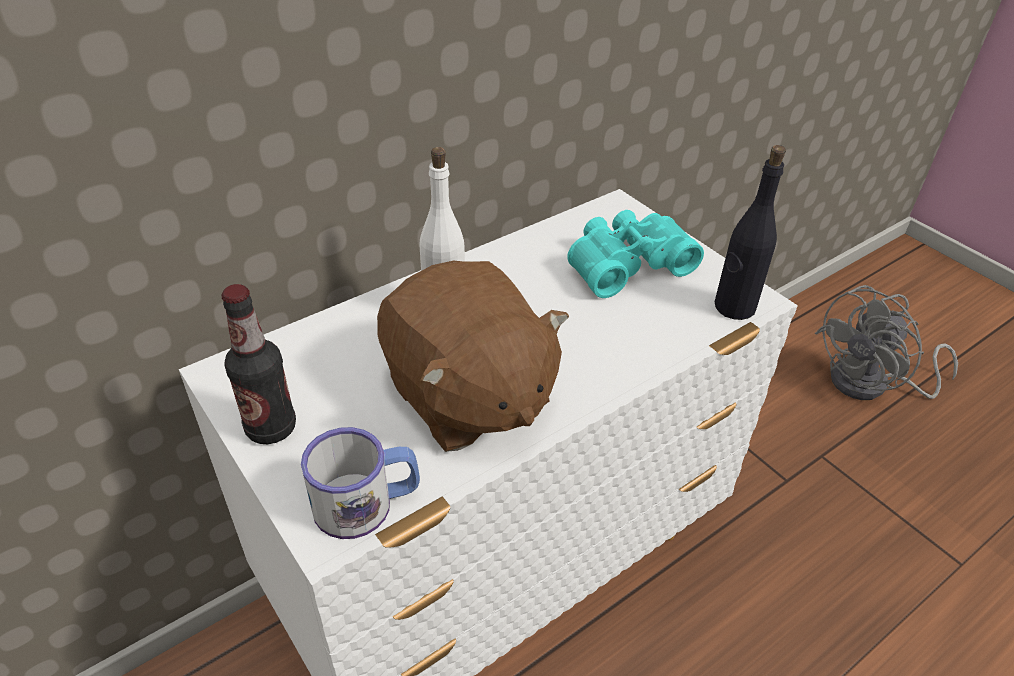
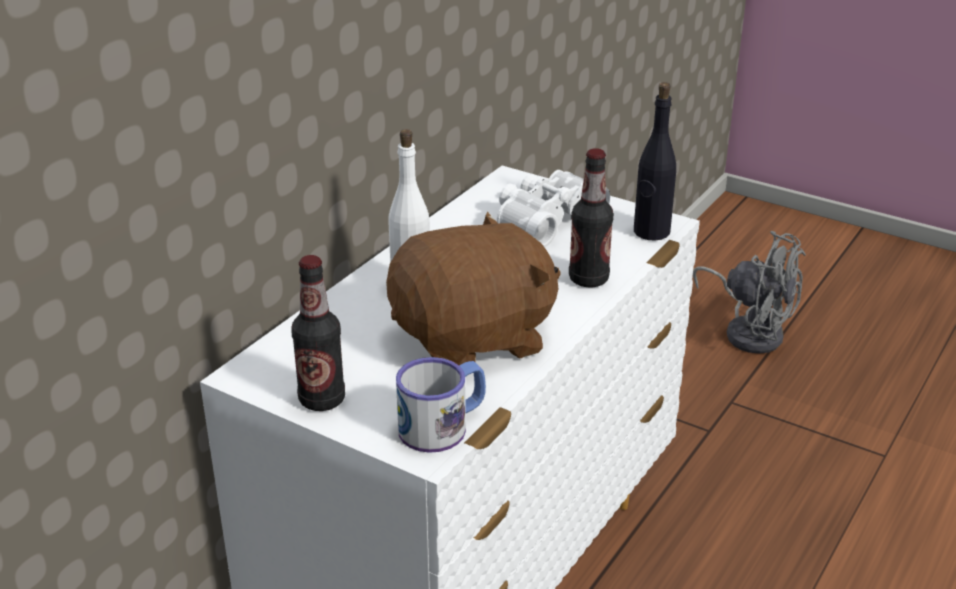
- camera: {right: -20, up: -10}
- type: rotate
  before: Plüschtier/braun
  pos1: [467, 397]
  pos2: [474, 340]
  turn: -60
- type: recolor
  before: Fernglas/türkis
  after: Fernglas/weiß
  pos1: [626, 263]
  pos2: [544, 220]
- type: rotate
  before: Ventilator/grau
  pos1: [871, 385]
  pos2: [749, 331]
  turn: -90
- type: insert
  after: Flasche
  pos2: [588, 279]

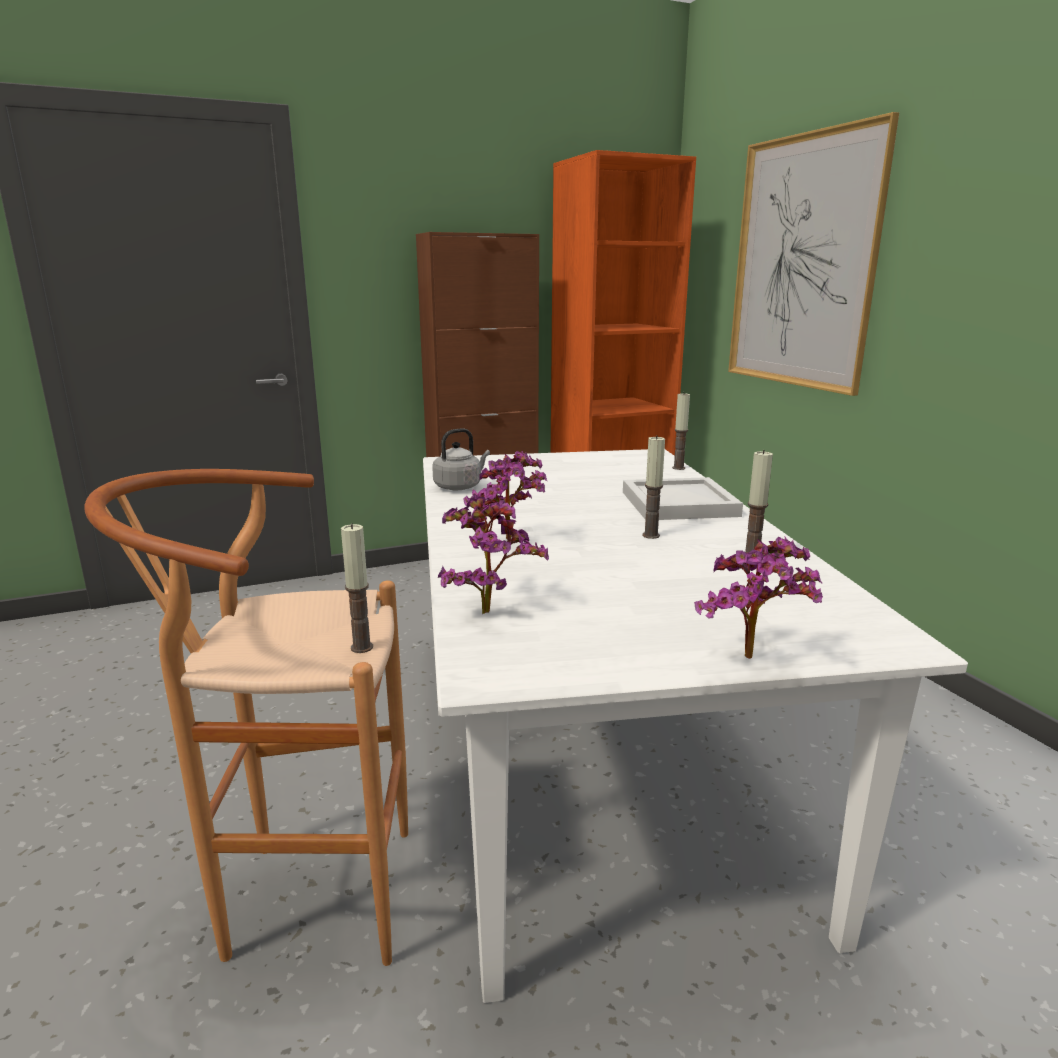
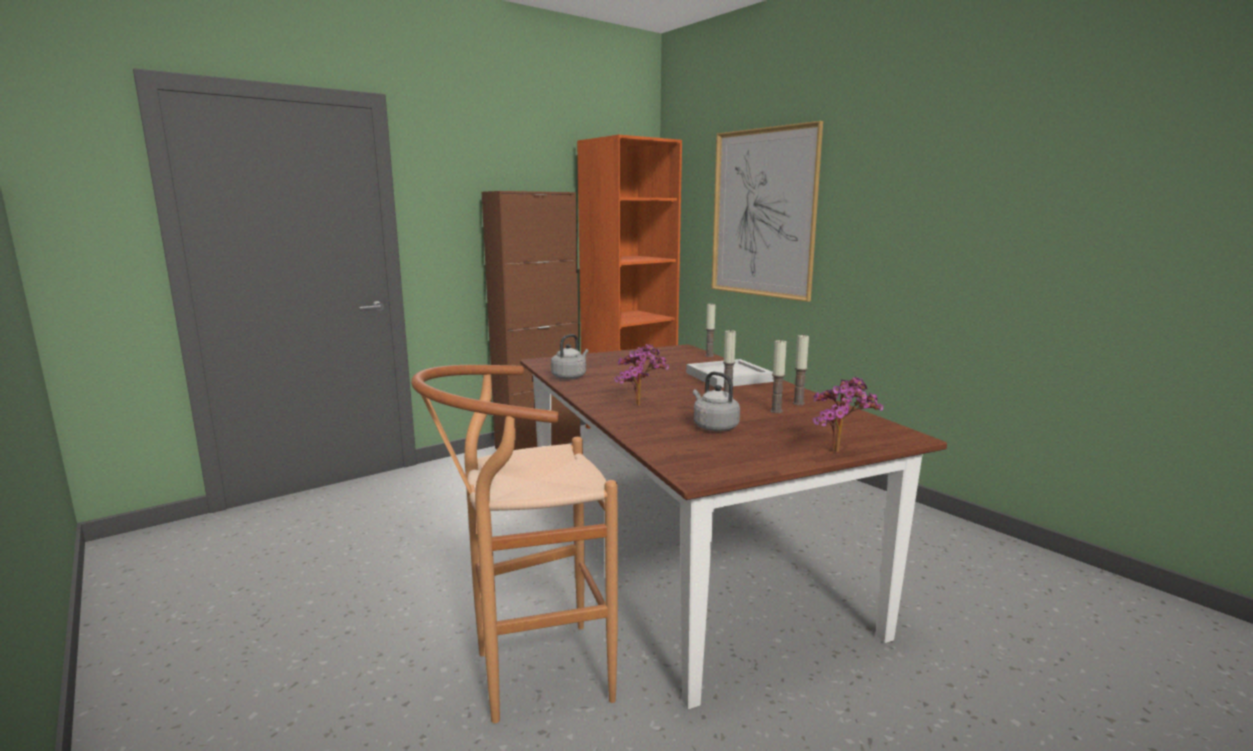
- camera: {right: -15, up: -5}
- type: move
  before: Kerze
  pos1: [361, 647]
  pos2: [776, 411]
- type: recolor
  before: Esstisch/weiß
  after: Esstisch/braun
  pos1: [593, 751]
  pos2: [685, 558]
- type: delete
  before: Topfpflanze
  pos1: [487, 609]
- type: insert
  after: Wasserkessel/grau
  pos2: [713, 427]

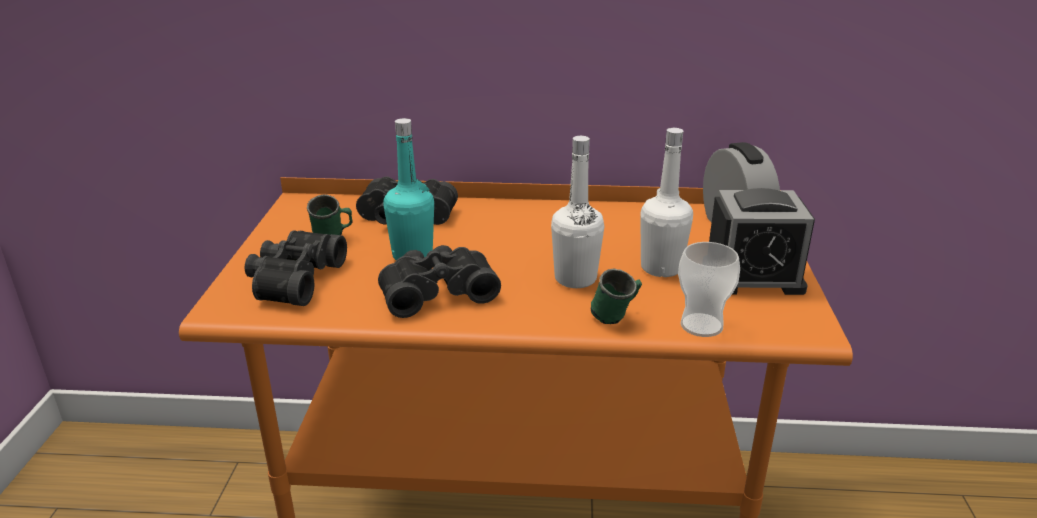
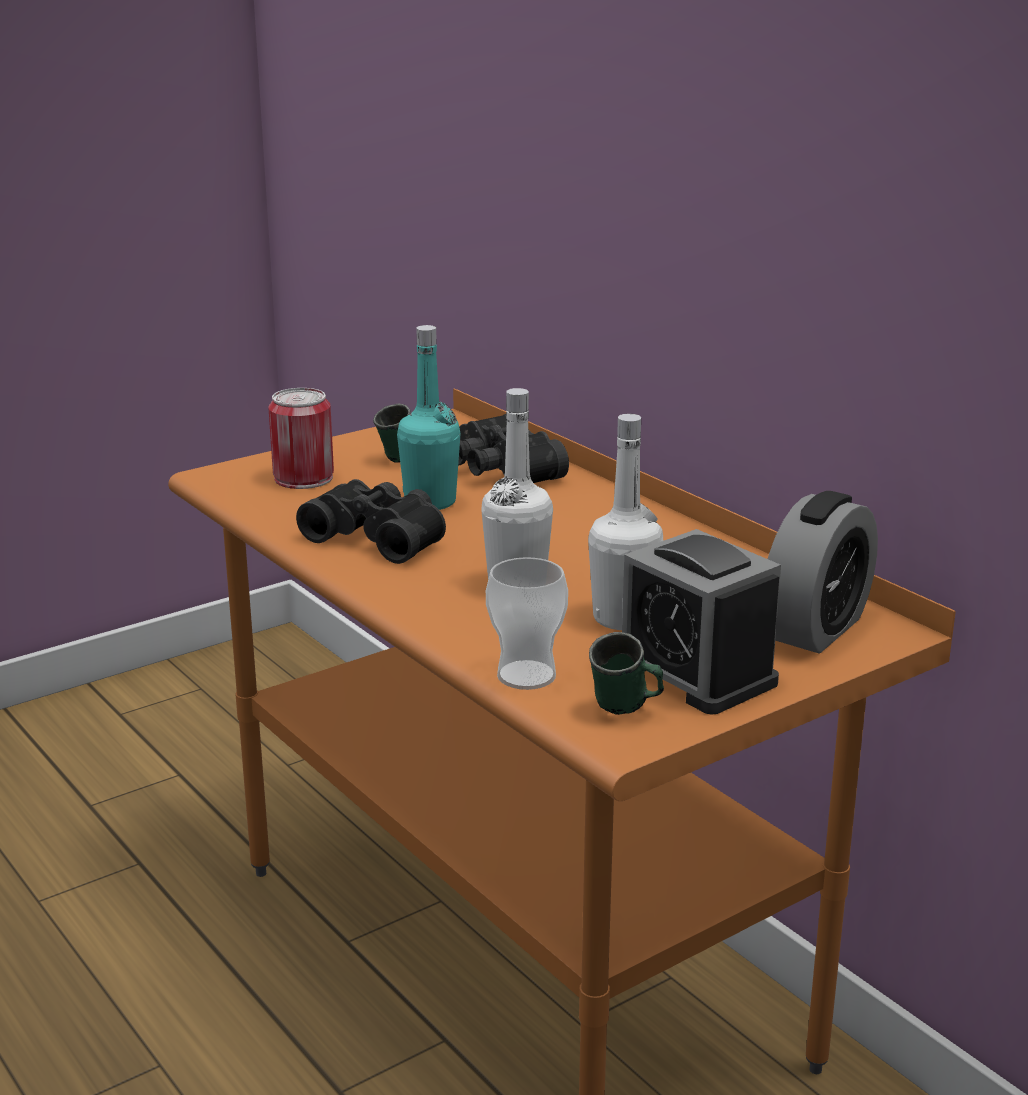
- camera: {right: 50, up: -5}
- type: replace
  before: Fernglas/schwarz
  after: Dose
  pos1: [293, 279]
  pos2: [303, 478]
- type: move
  before: Henkelbecher/grün
  pos1: [616, 318]
  pos2: [626, 710]

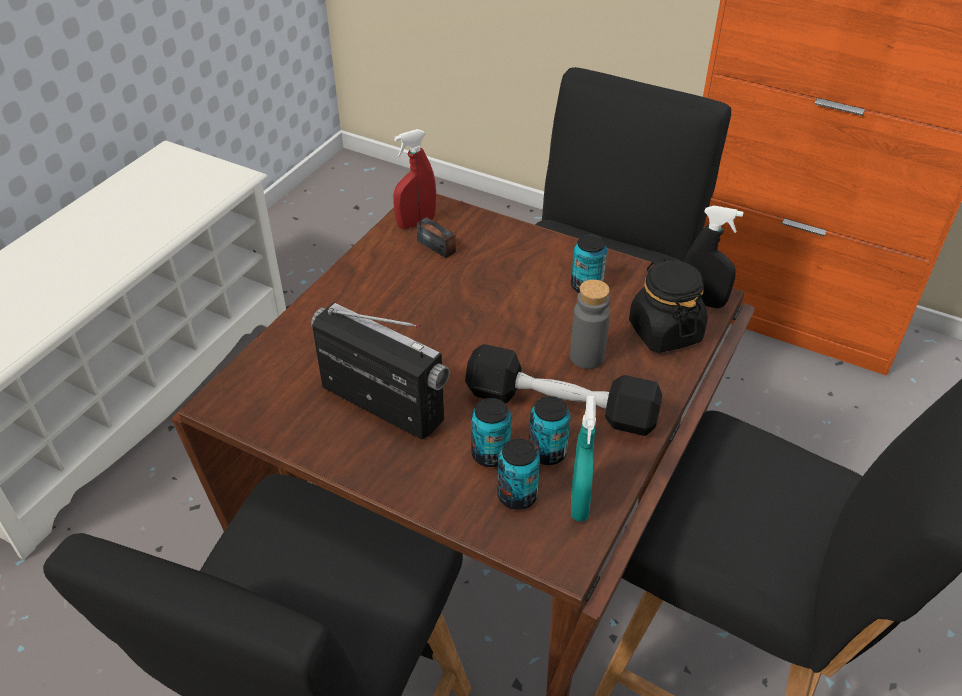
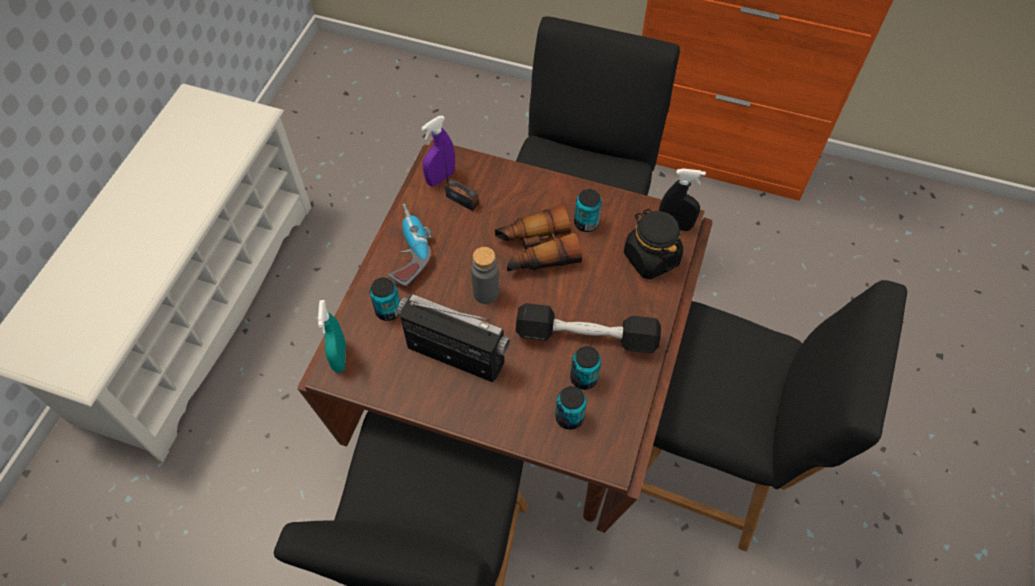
- camera: {right: -10, up: 15}
- type: recolor
  before: Sprühflasche/rot
  after: Sprühflasche/lila
  pos1: [416, 223]
  pos2: [440, 178]
- type: move
  before: Dose
  pos1: [490, 454]
  pos2: [388, 310]
- type: move
  before: Flasche/grau
  pos1: [587, 357]
  pos2: [486, 293]
- type: move
  before: Sprühflasche/türkis
  pos1: [579, 502]
  pos2: [339, 357]
- type: insert
  after: Bohrmaschine
  pos2: [407, 250]
- type: insert
  after: Fernglas
  pos2: [536, 250]

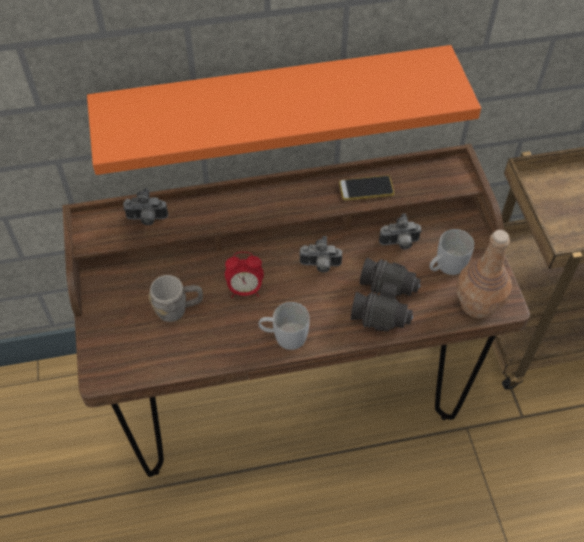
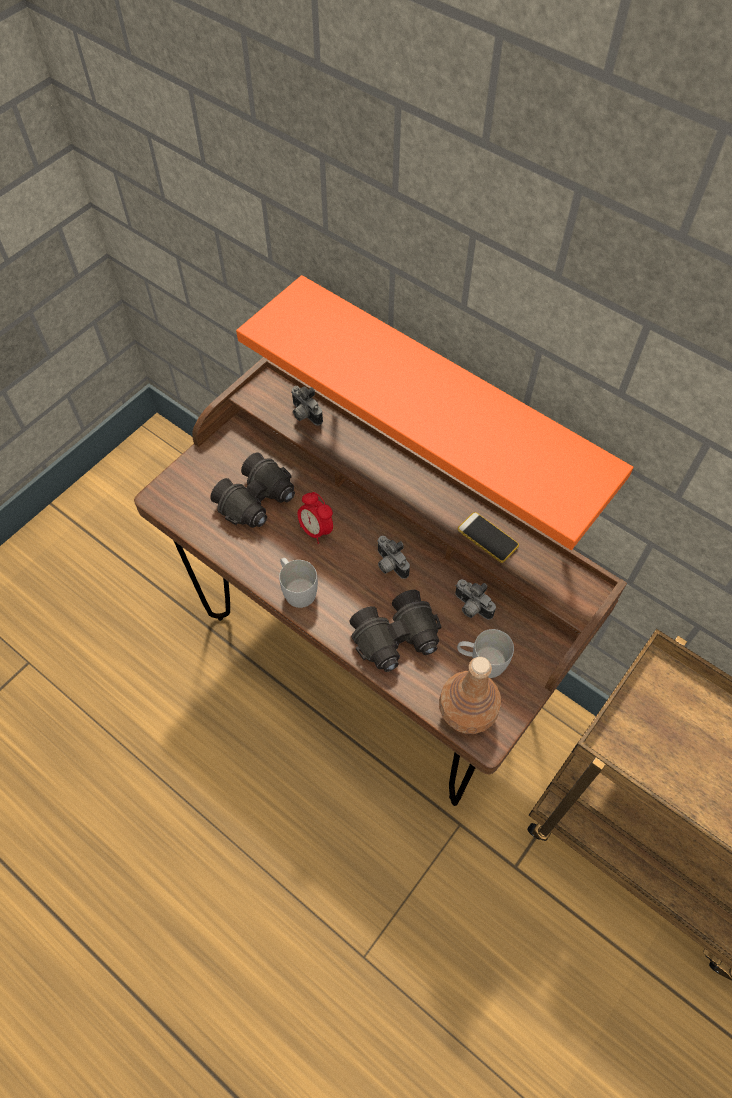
- camera: {right: 50, up: 5}
- type: replace
  before: Henkelbecher/grau
  after: Fernglas/schwarz
  pos1: [178, 309]
  pos2: [257, 501]

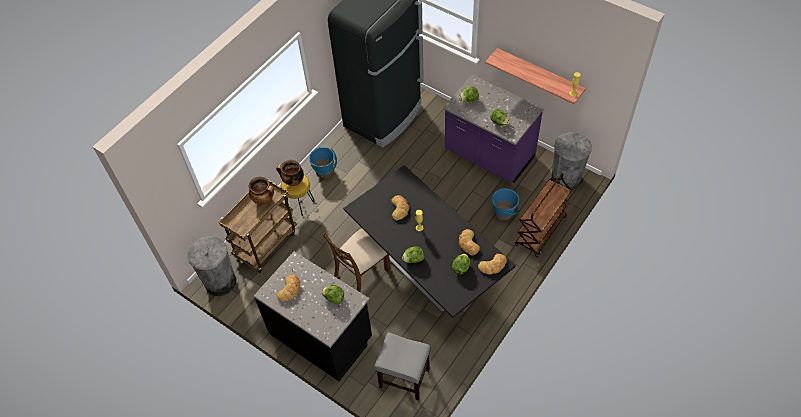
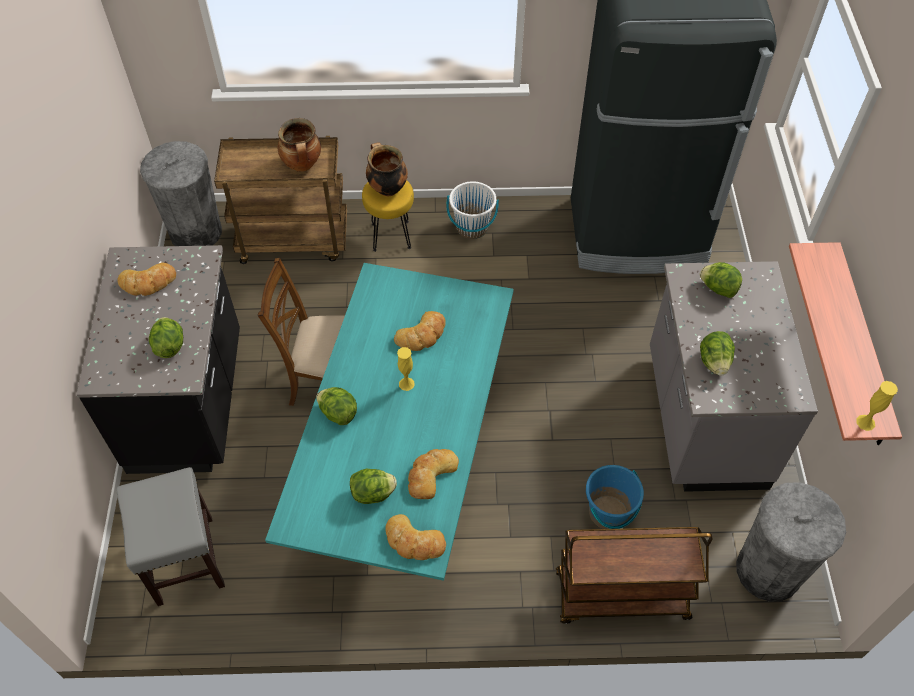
- camera: {right: 50, up: 0}
- type: recolor
  before: Eimer/blau
  after: Eimer/weiß
  pos1: [324, 171]
  pos2: [472, 227]
- type: recolor
  before: Esstisch/schwarz
  after: Esstisch/türkis
  pos1: [427, 270]
  pos2: [405, 469]
- type: recolor
  before: Küchenzeile/lila
  after: Küchenzeile/grau
  pos1: [489, 155]
  pos2: [703, 418]

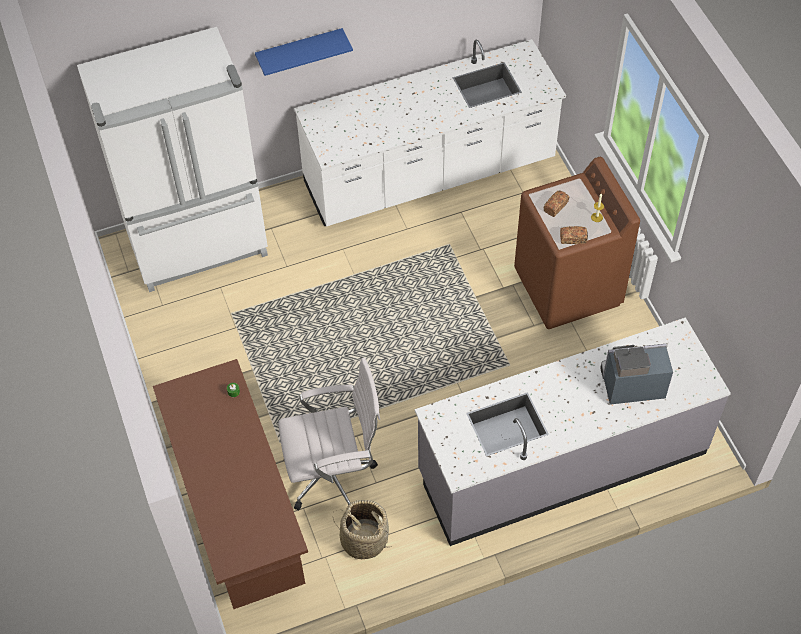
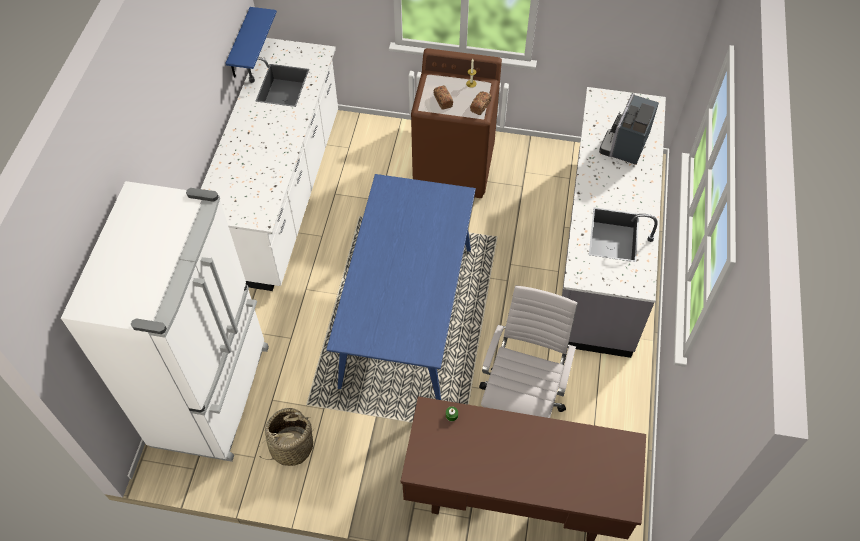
- camera: {right: -60, up: 0}
- type: move
  before: Wandregal/blau
  pos1: [300, 51]
  pos2: [240, 45]
- type: move
  before: Korb
  pos1: [364, 539]
  pos2: [291, 446]
- type: insert
  after: Esstisch/blau
  pos2: [407, 316]

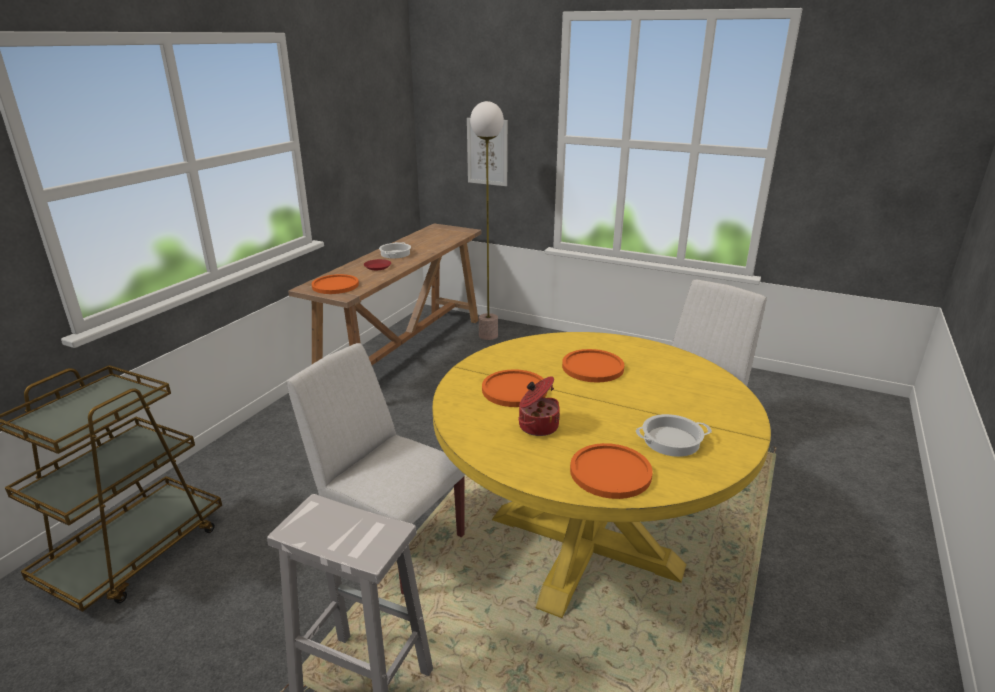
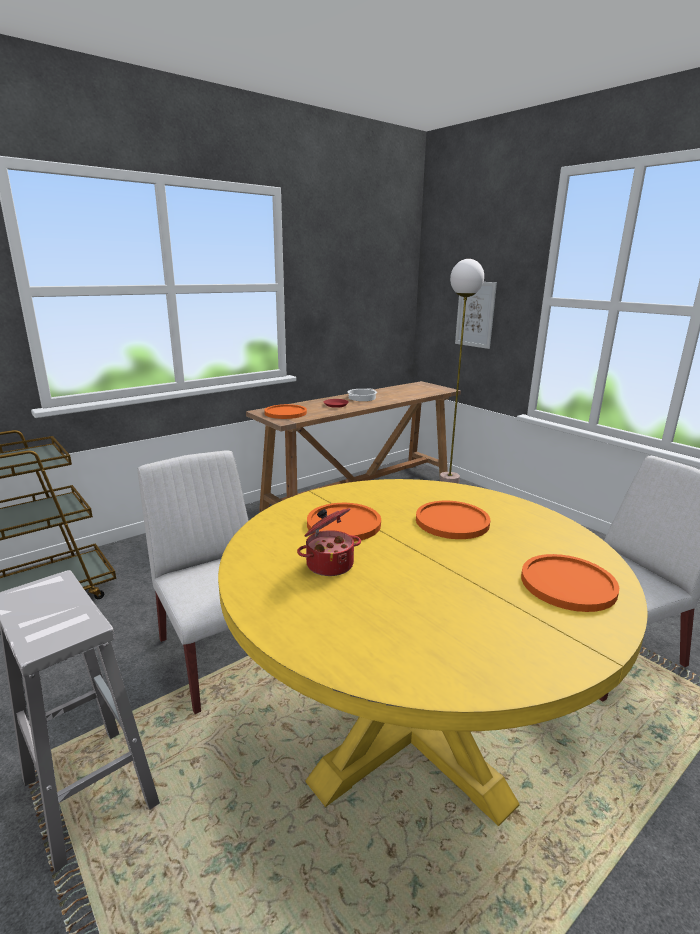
- camera: {right: 25, up: -5}
- type: move
  before: Teller/orange
  pos1: [610, 472]
  pos2: [568, 584]
- type: delete
  before: Kochtopf
  pos1: [671, 441]

